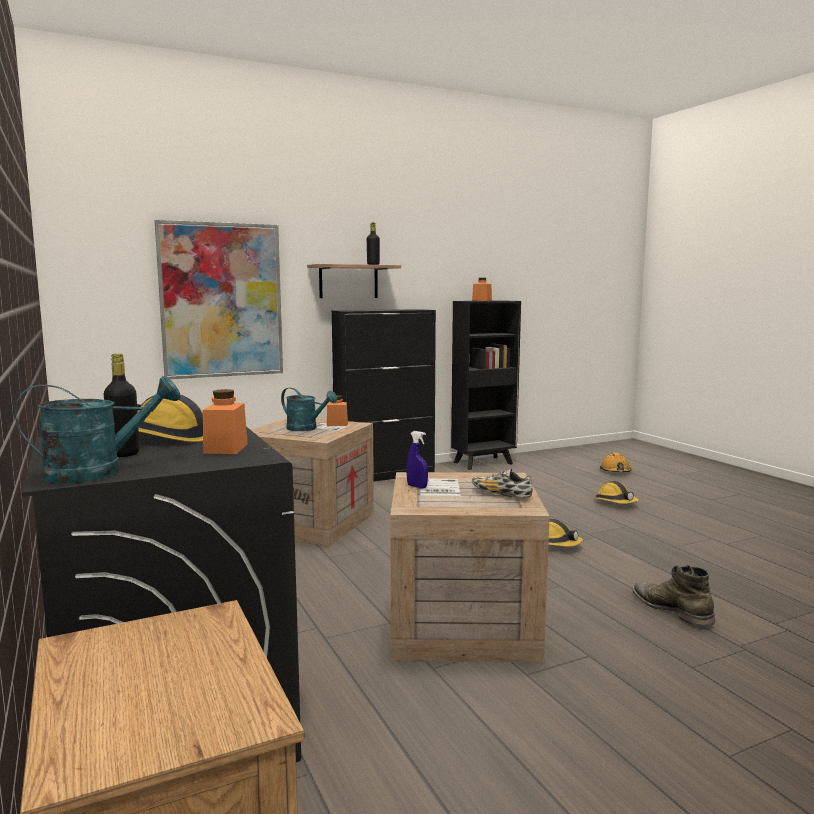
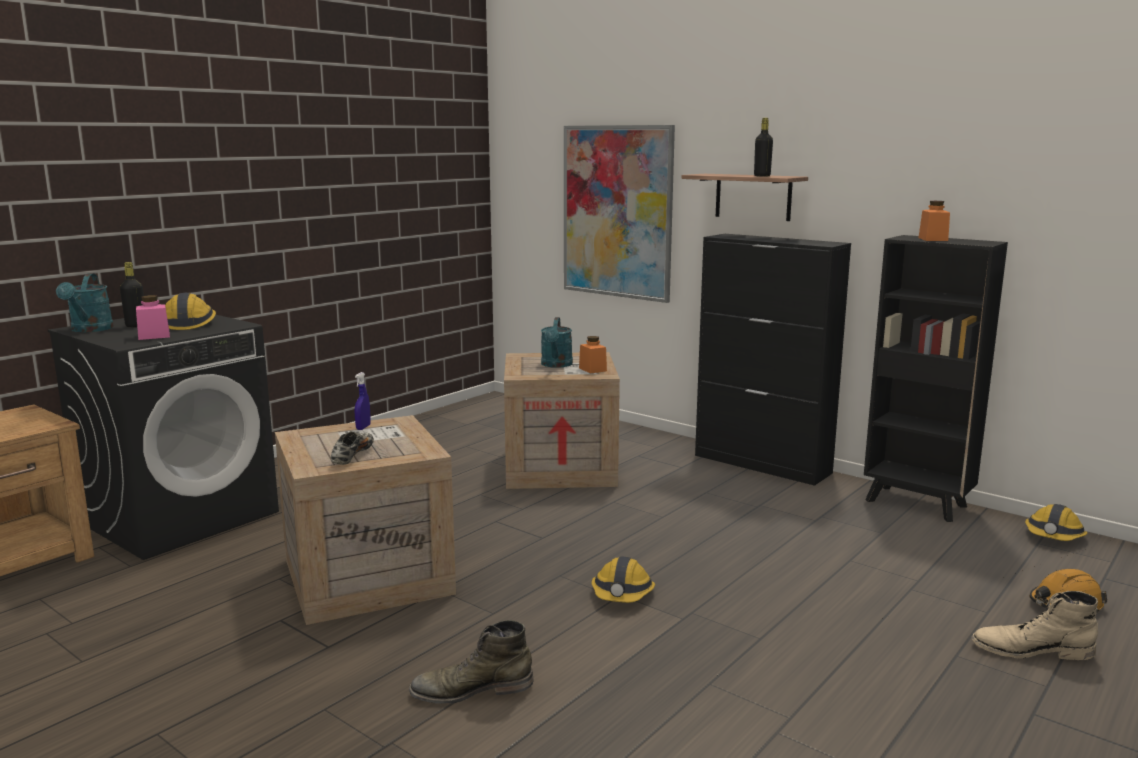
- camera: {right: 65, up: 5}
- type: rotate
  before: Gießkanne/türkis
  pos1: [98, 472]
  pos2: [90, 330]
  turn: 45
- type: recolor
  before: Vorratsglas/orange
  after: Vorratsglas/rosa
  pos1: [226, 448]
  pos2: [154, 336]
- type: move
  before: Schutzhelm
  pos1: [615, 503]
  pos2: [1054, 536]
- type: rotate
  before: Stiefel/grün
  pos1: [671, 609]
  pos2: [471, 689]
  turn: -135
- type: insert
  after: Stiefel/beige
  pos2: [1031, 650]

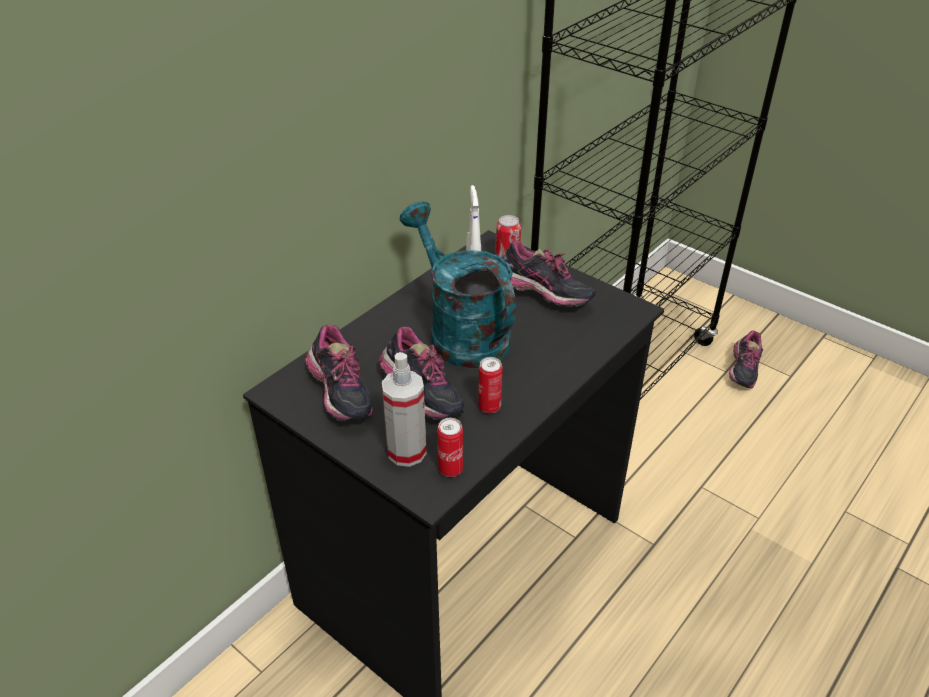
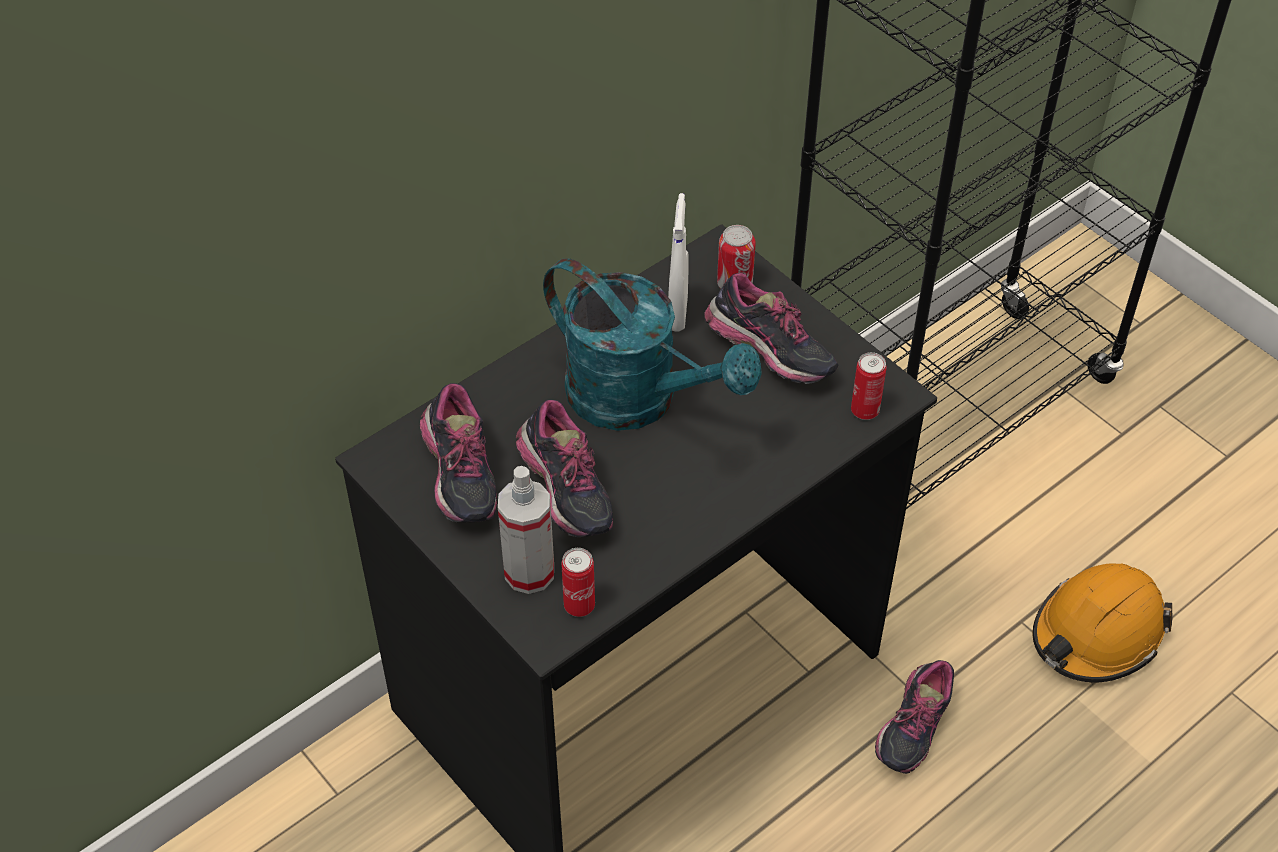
- camera: {right: 10, up: 10}
- type: rotate
  before: Gießkanne/türkis
  pos1: [460, 332]
  pos2: [639, 399]
  turn: 150
- type: move
  before: Dose
  pos1: [489, 407]
  pos2: [865, 411]
- type: move
  before: Schuh
  pos1: [742, 371]
  pos2: [911, 727]
- type: insert
  after: Schutzhelm/orange
  pos2: [1097, 633]

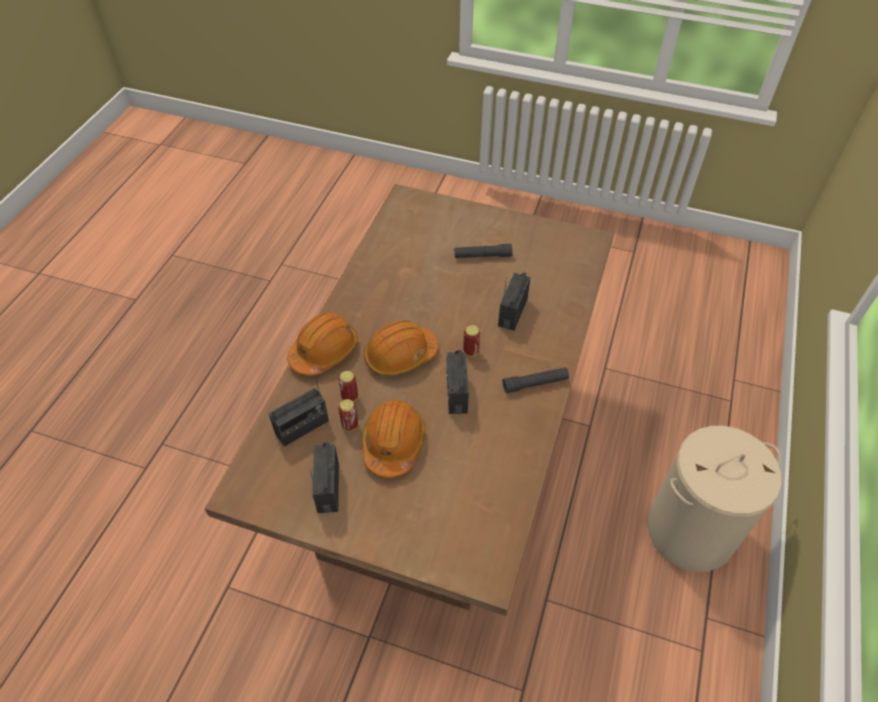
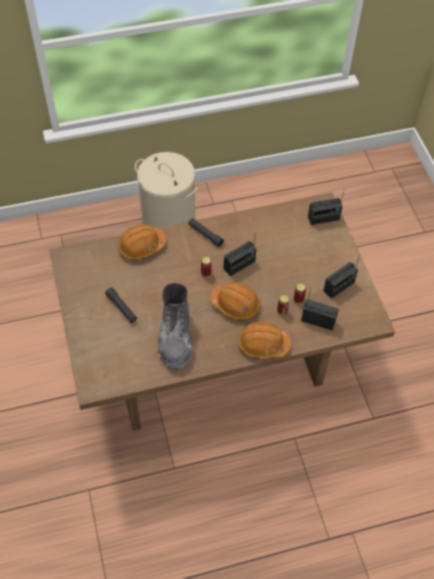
- camera: {right: -125, up: 5}
- type: move
  before: Schutzhelm/orange
  pos1: [393, 443]
  pos2: [141, 246]
- type: move
  before: Radio
  pos1: [512, 312]
  pos2: [323, 218]
- type: insert
  after: Stiefel/grau
  pos2: [175, 338]

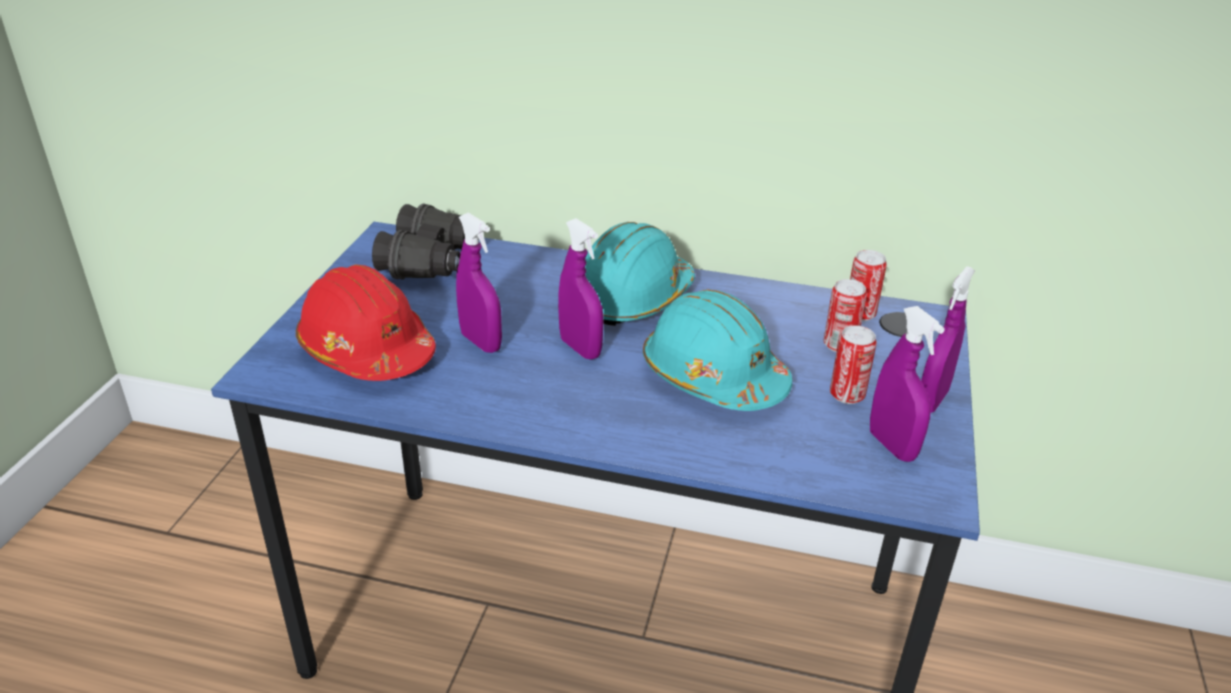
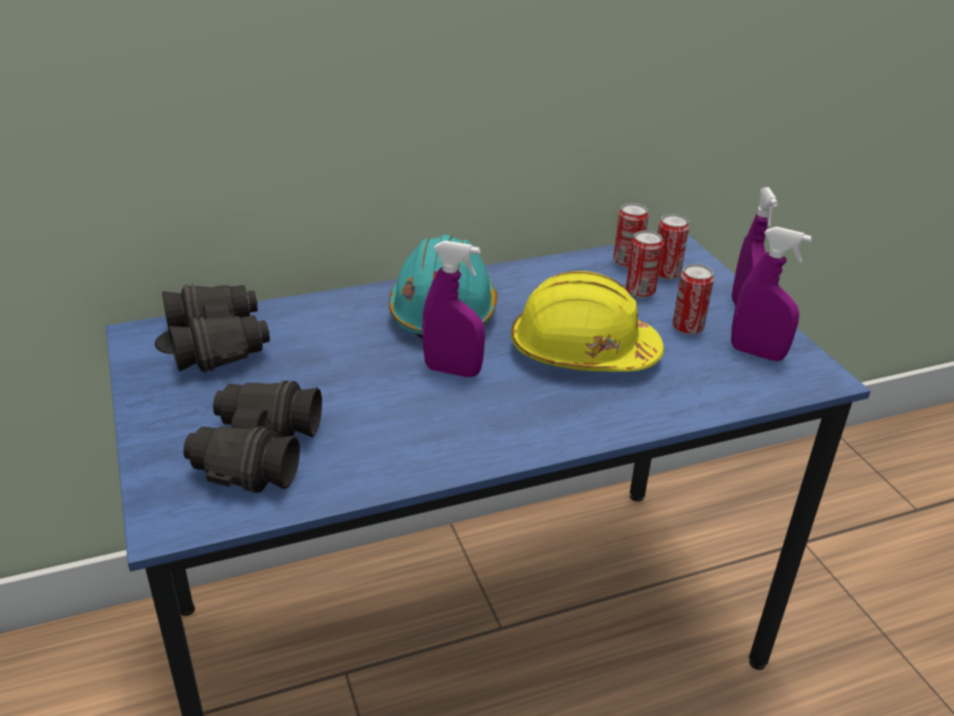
- camera: {right: -35, up: 0}
- type: replace
  before: Schutzhelm/rot
  after: Fernglas/schwarz
  pos1: [367, 350]
  pos2: [256, 452]
- type: delete
  before: Sprühflasche/lila
  pos1: [481, 342]
- type: recolor
  before: Schutzhelm/türkis
  after: Schutzhelm/gelb
  pos1: [713, 377]
  pos2: [582, 352]
- type: insert
  after: Dose
  pos2: [666, 273]

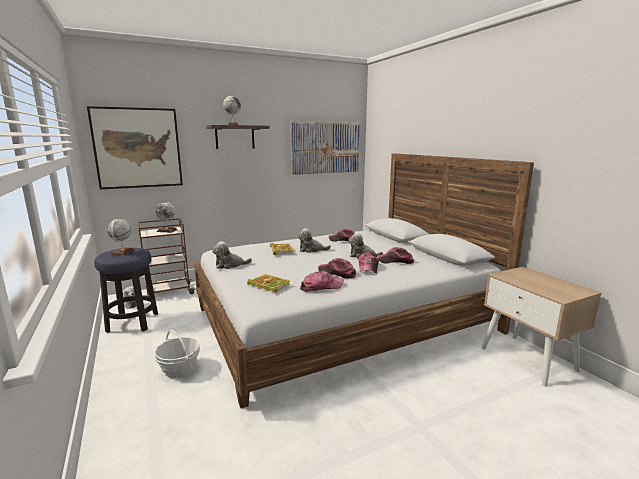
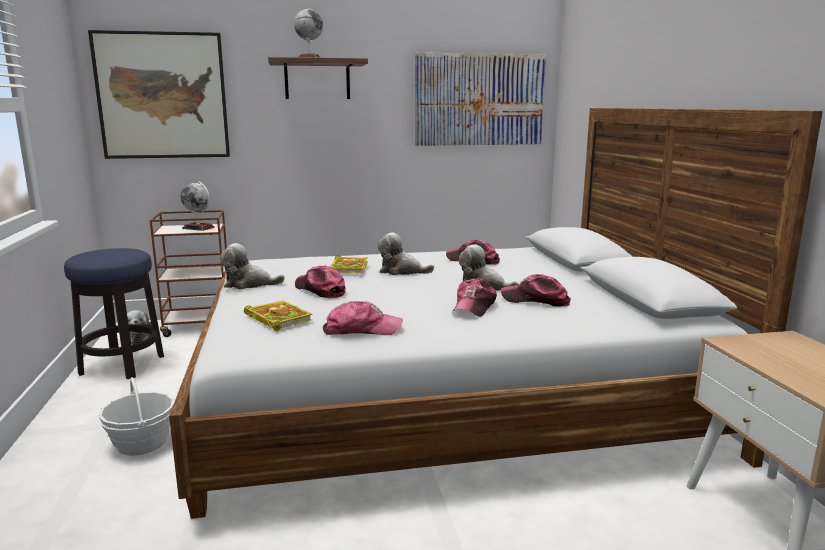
- camera: {right: 15, up: 0}
- type: delete
  before: Globus
  pos1: [122, 252]
- type: move
  before: Kappe
  pos1: [337, 273]
  pos2: [320, 290]

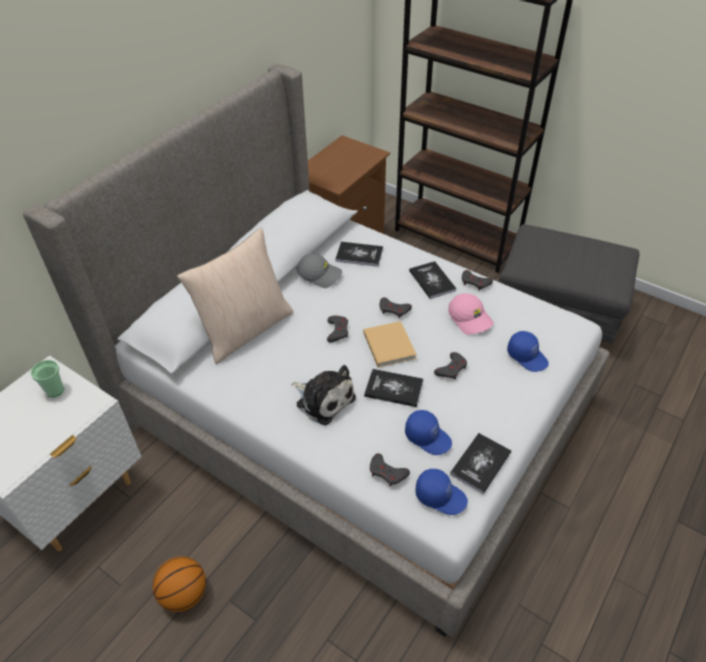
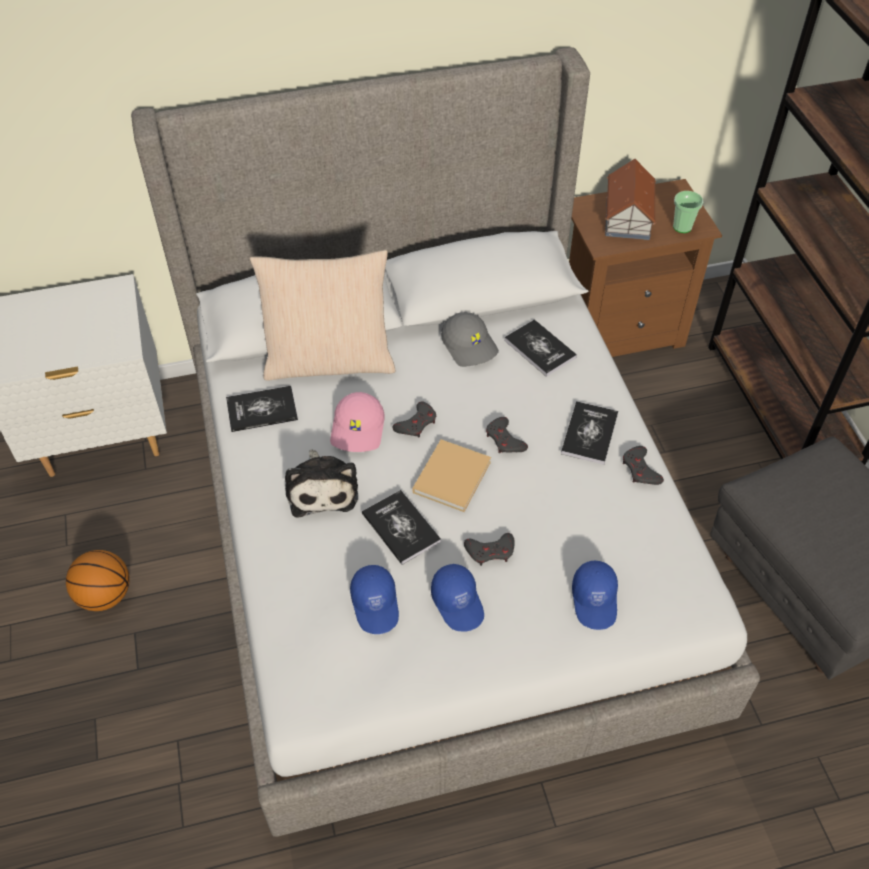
- camera: {right: 40, up: 5}
- type: move
  before: Tasse
  pos1: [55, 390]
  pos2: [682, 227]
- type: delete
  before: Gamepad/grau
  pos1: [387, 472]
- type: move
  before: Kappe/blau
  pos1: [440, 496]
  pos2: [458, 603]
- type: move
  before: Kappe/rosa
  pos1: [470, 318]
  pos2: [359, 429]
- type: move
  before: Buch
  pos1: [480, 463]
  pos2: [262, 410]
- type: insert
  after: Spielzeughaus
  pos2: [627, 216]

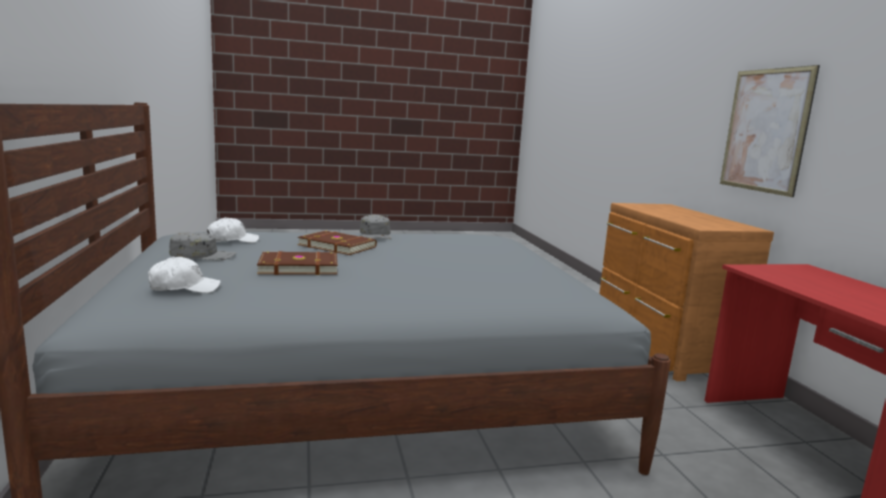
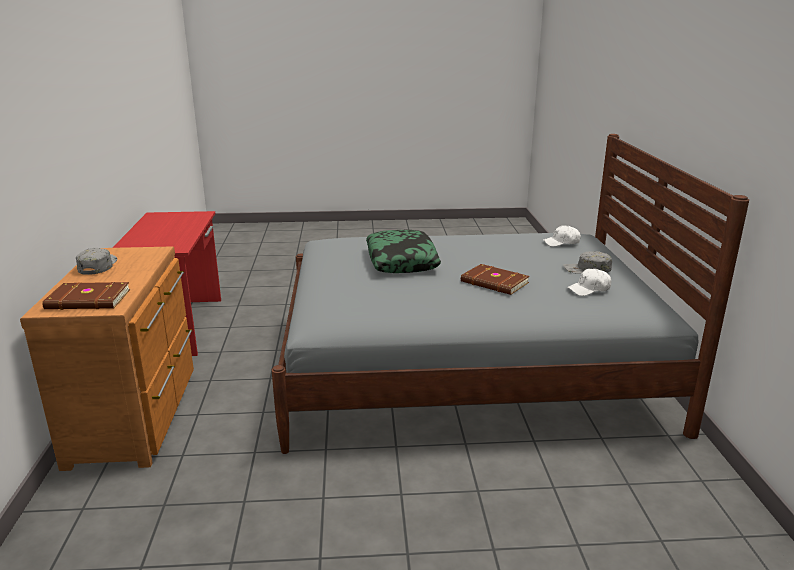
- camera: {right: -170, up: 10}
- type: move
  before: Buch/braun
  pos1: [298, 267]
  pos2: [88, 300]
- type: move
  before: Kappe/grau
  pos1: [376, 235]
  pos2: [97, 265]
- type: delete
  before: Bild
  pos1: [765, 130]
- type: insert
  after: Kissen
  pos2: [402, 261]

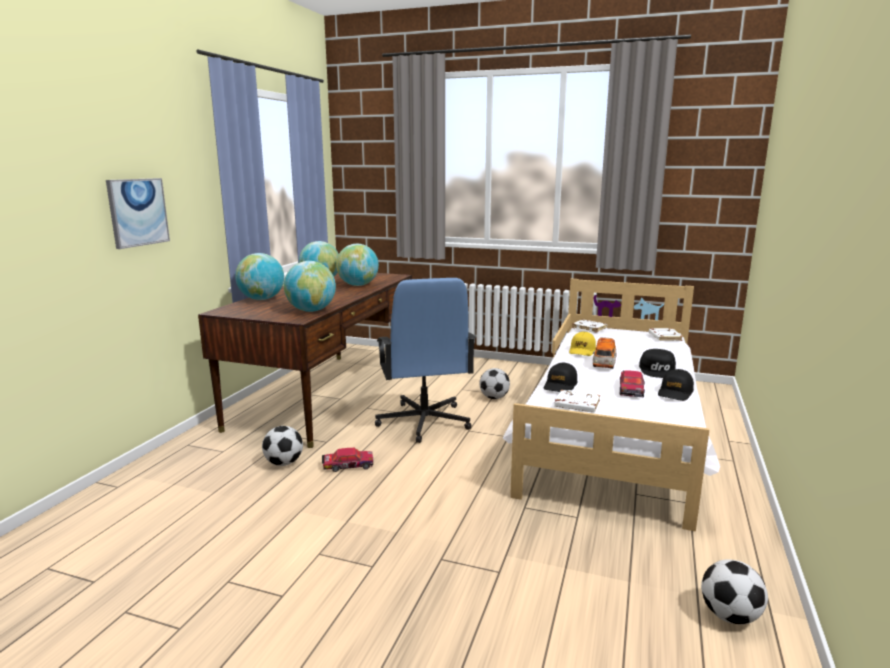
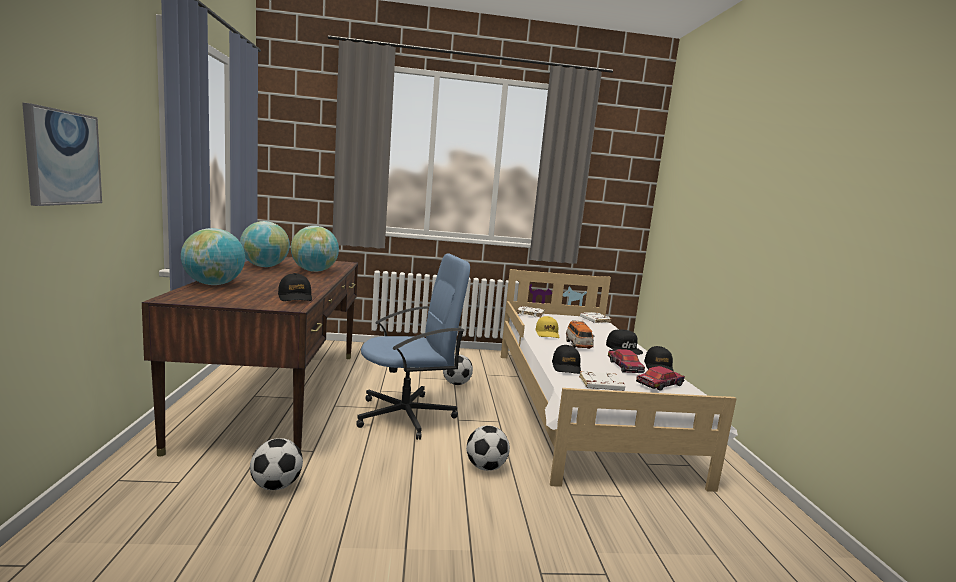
- camera: {right: -25, up: -5}
- type: replace
  before: Globus
  after: Kappe/schwarz
  pos1: [311, 310]
  pos2: [295, 297]
- type: move
  before: Spielzeugauto
  pos1: [348, 465]
  pos2: [659, 384]
- type: rotate
  before: Bürostuhl/blau
  pos1: [424, 422]
  pos2: [407, 415]
  turn: -75
- type: move
  before: Fußball
  pos1: [729, 616]
  pos2: [486, 467]

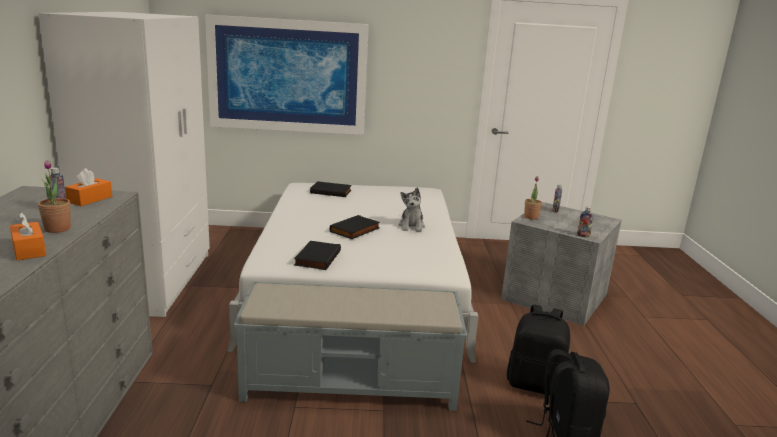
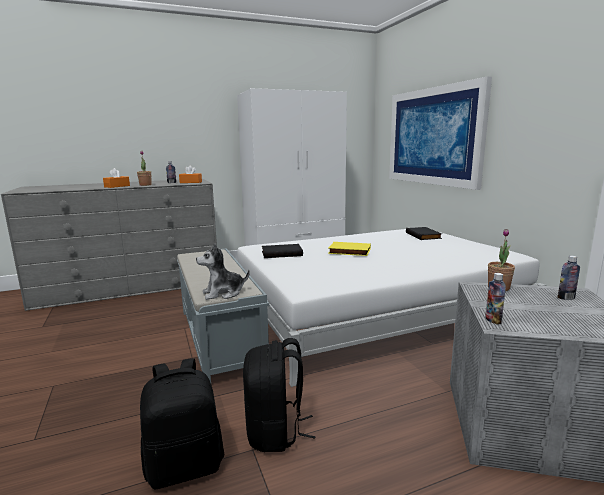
- camera: {right: 70, up: -5}
- type: recolor
  before: Buch/schwarz
  after: Buch/gelb
  pos1: [355, 230]
  pos2: [349, 252]
- type: move
  before: Plüschtier
  pos1: [411, 226]
  pos2: [223, 293]

